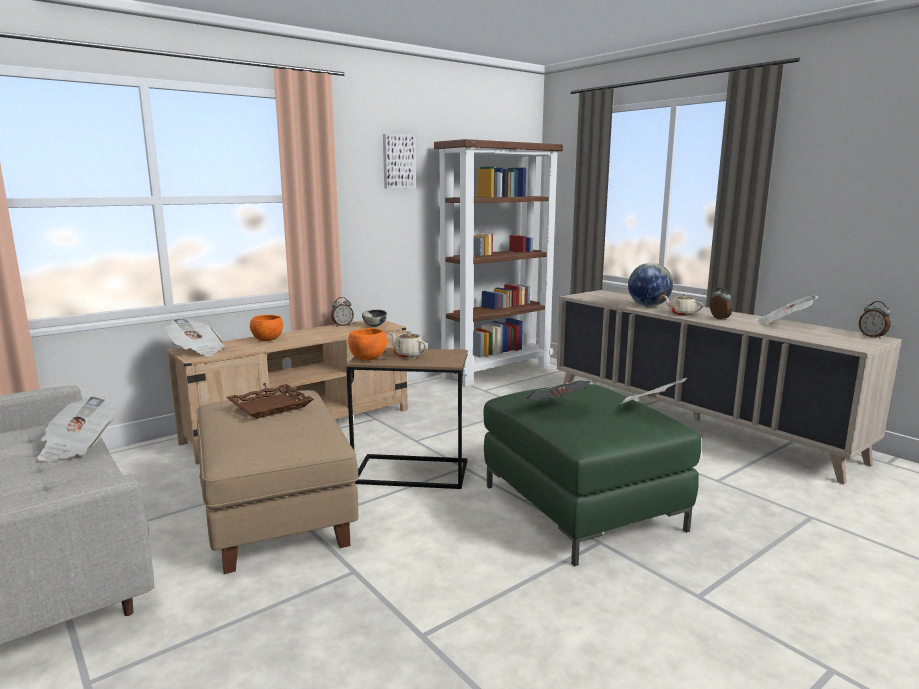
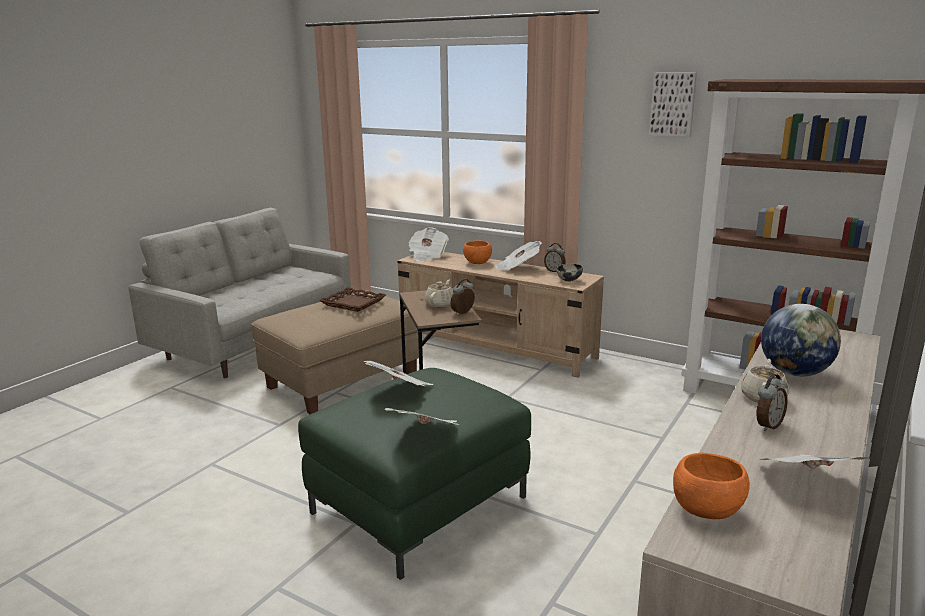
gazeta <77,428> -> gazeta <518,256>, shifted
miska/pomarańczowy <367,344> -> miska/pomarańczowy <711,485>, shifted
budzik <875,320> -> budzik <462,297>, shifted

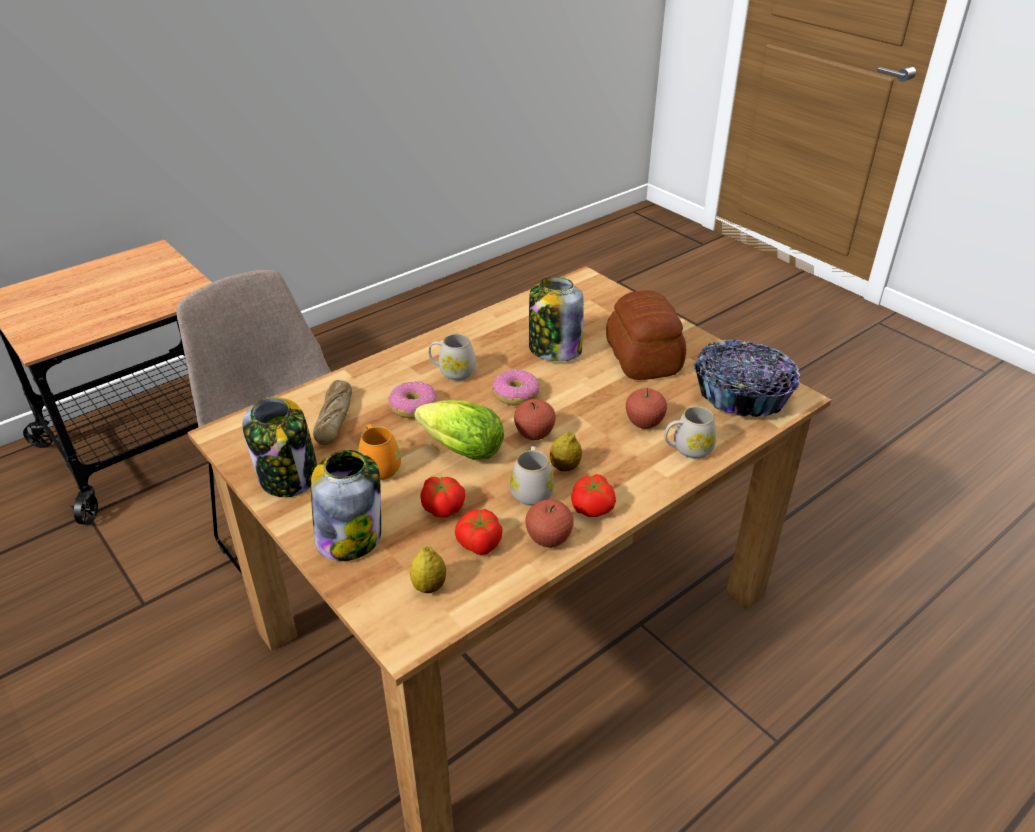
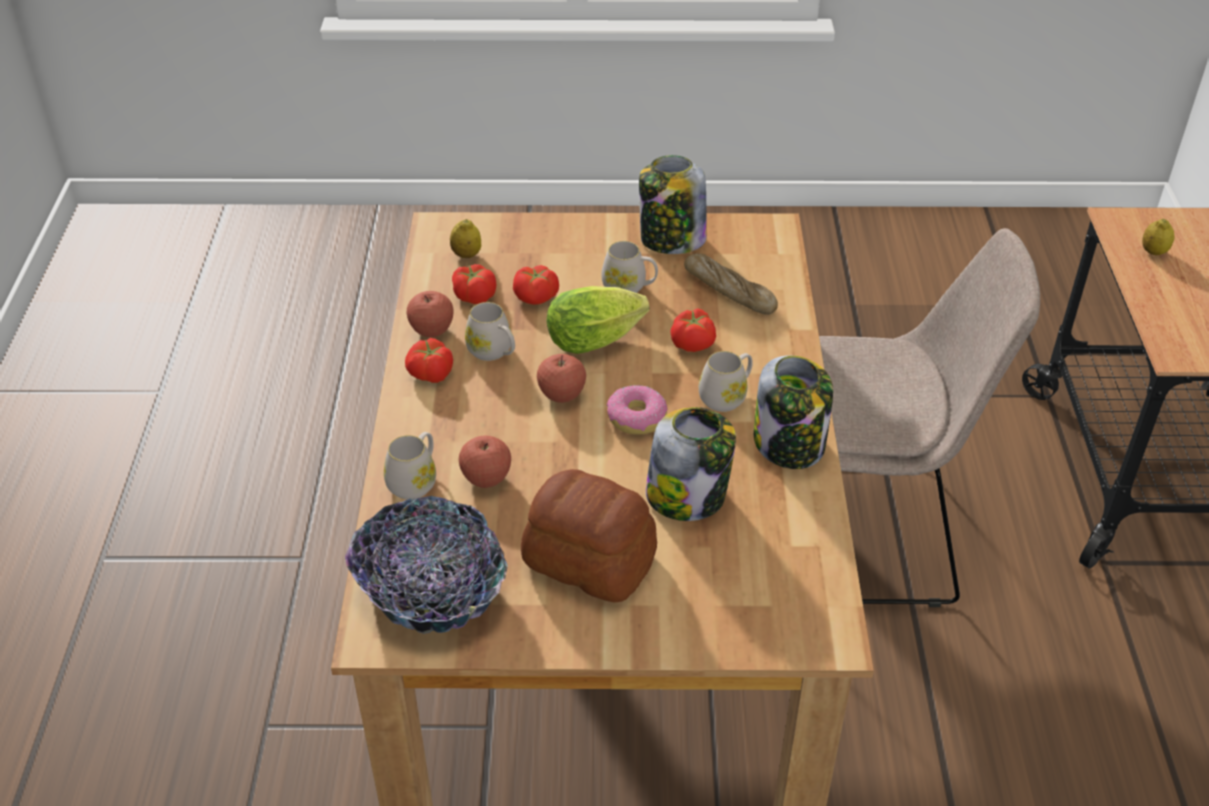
słoik <346,505> -> słoik <793,412>, shifted
cytryna <566,452> -> cytryna <1158,237>, shifted
donut <413,399> -> pomidor <693,330>
kubek/pomarańczowy <379,452> -> kubek/biały <629,267>

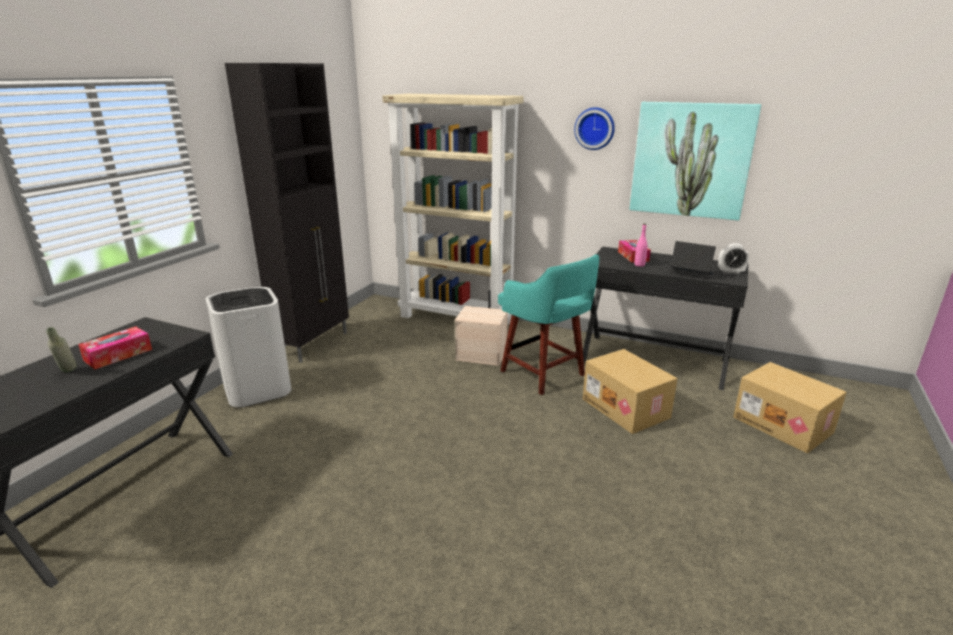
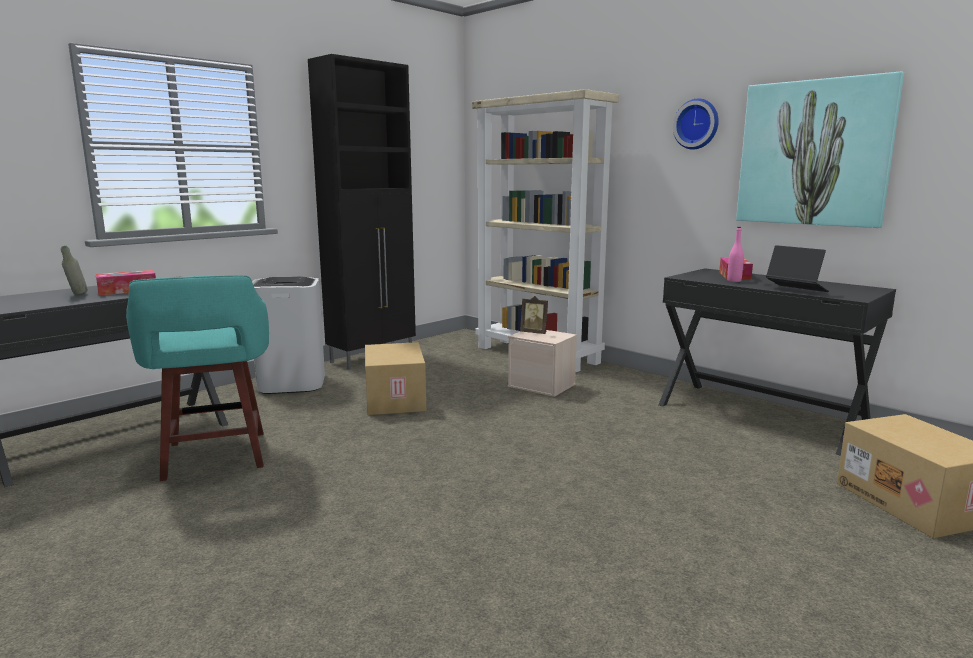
budzik <733,259> -> none
none -> ramka na zdjęcie <534,315>
stołek/turkusowy <548,325> -> stołek/turkusowy <197,378>, shifted
karton <630,391> -> karton <395,378>, shifted

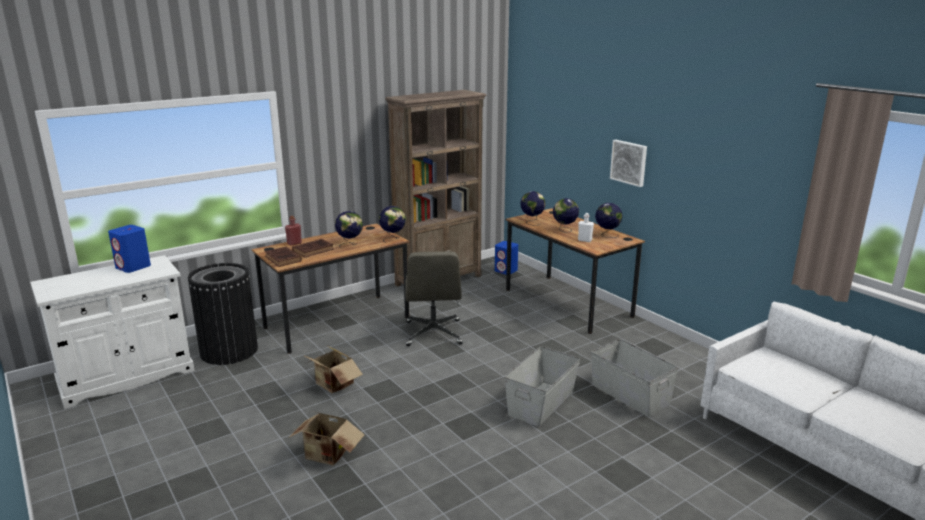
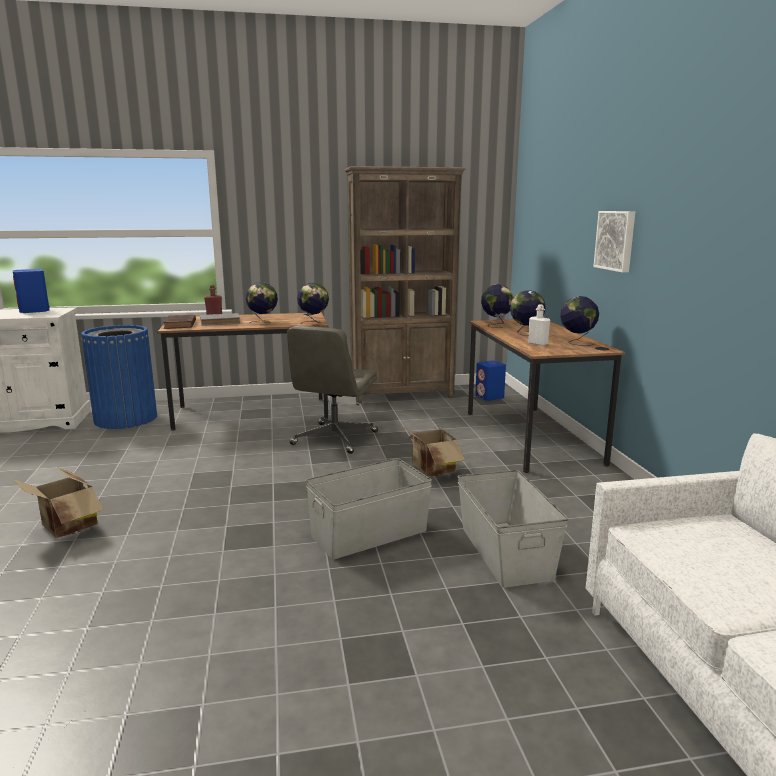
karton <333,369> -> karton <433,449>, shifted
kosz na śmieci/czarny <223,314> -> kosz na śmieci/niebieski <119,377>
książka/brązowy <313,248> -> książka/szary <220,319>

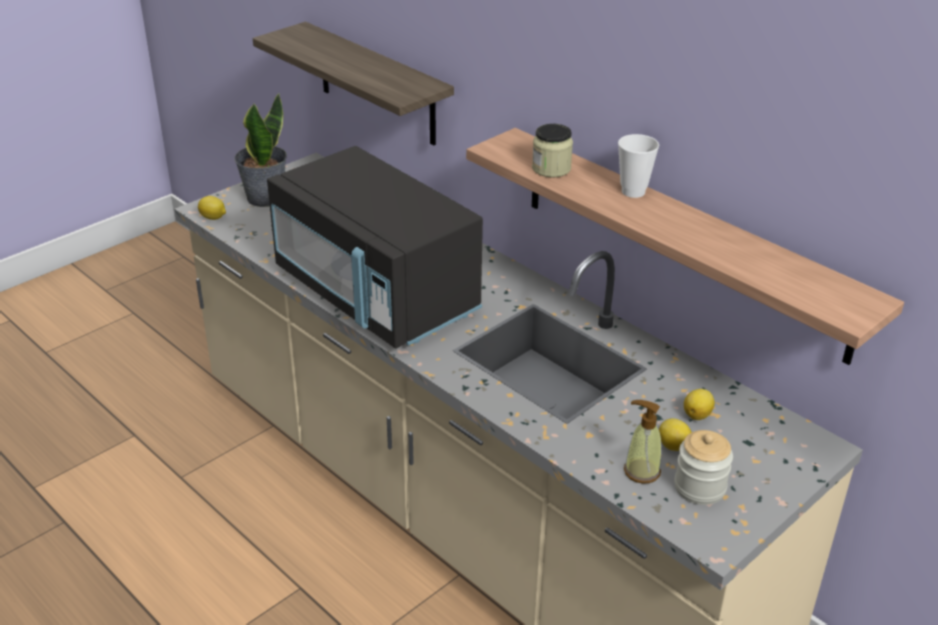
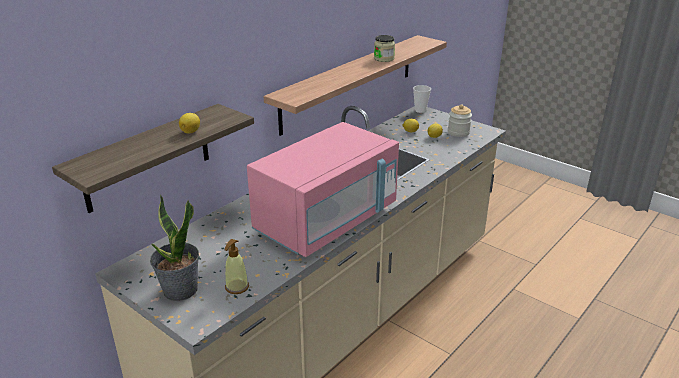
cytryna <212,208> -> cytryna <189,123>, shifted
słoik <552,150> -> słoik <384,48>, shifted
filiżanka <638,166> -> filiżanka <422,99>, shifted
dozownik mydła <643,442> -> dozownik mydła <236,266>, shifted
mikrofalówka/czarny <375,247> -> mikrofalówka/różowy <323,189>

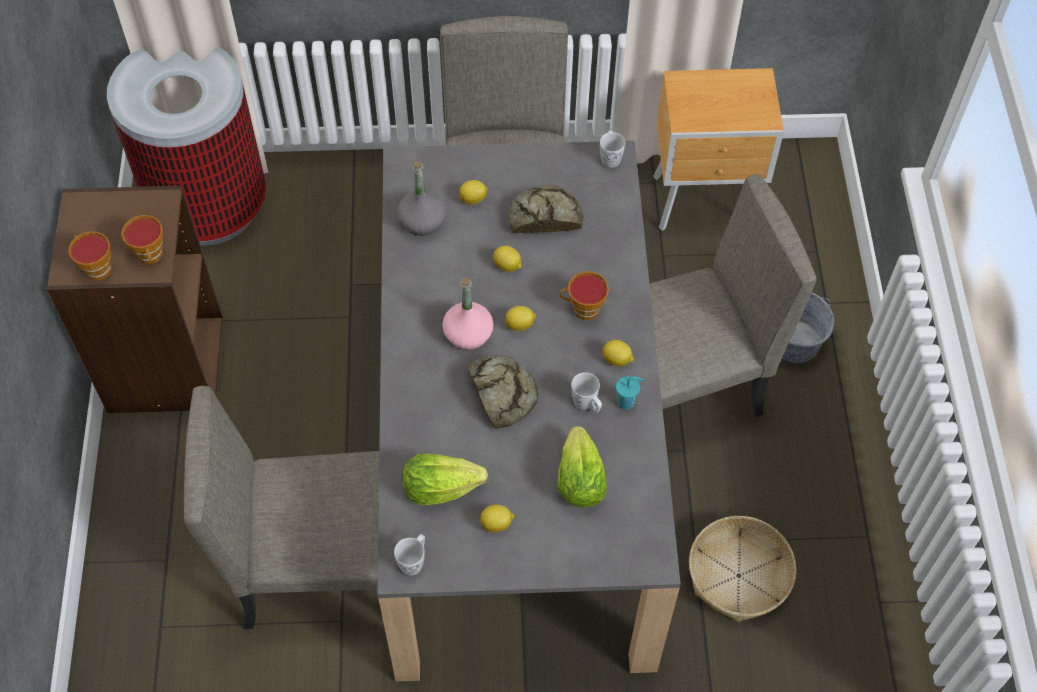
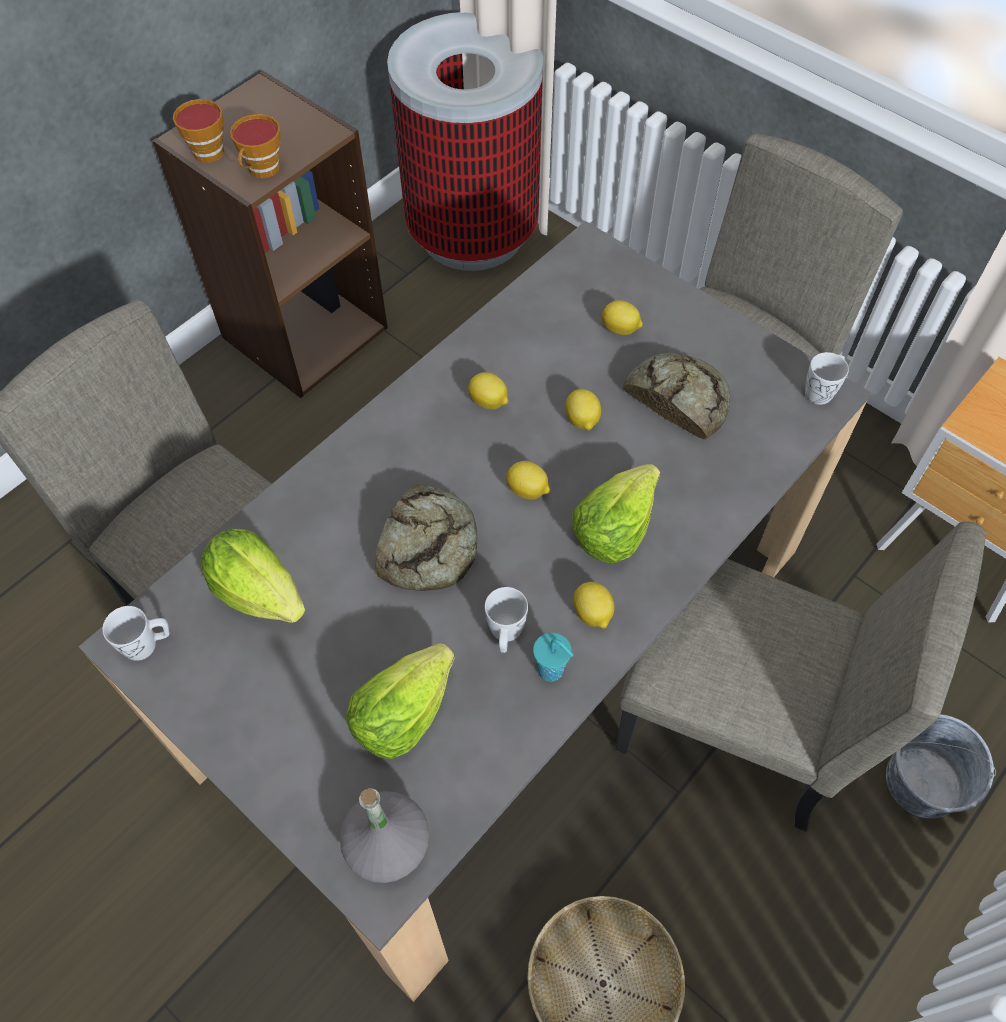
butelka/różowy <468,313> -> none
butelka/szary <421,198> -> butelka/szary <384,835>, shifted
cytryna <497,518> -> cytryna <488,390>, shifted
filiżanka <584,296> -> sałata <616,514>

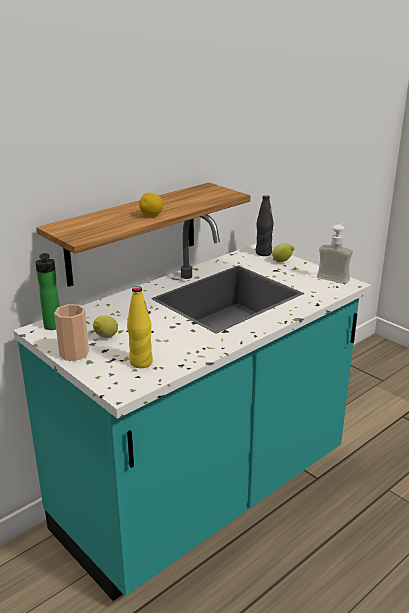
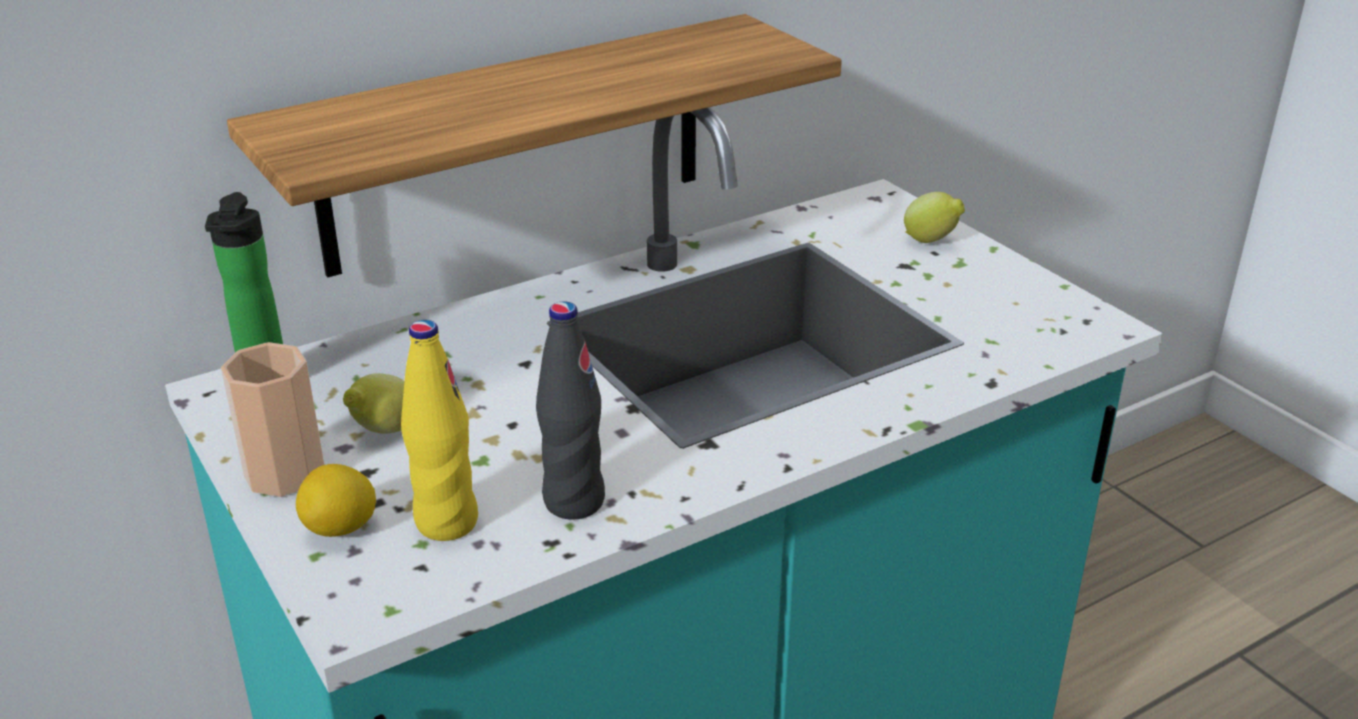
dozownik mydła <335,253> -> none
cytryna <151,204> -> cytryna <336,500>, shifted
butelka/czarny <265,225> -> butelka/czarny <570,410>, shifted

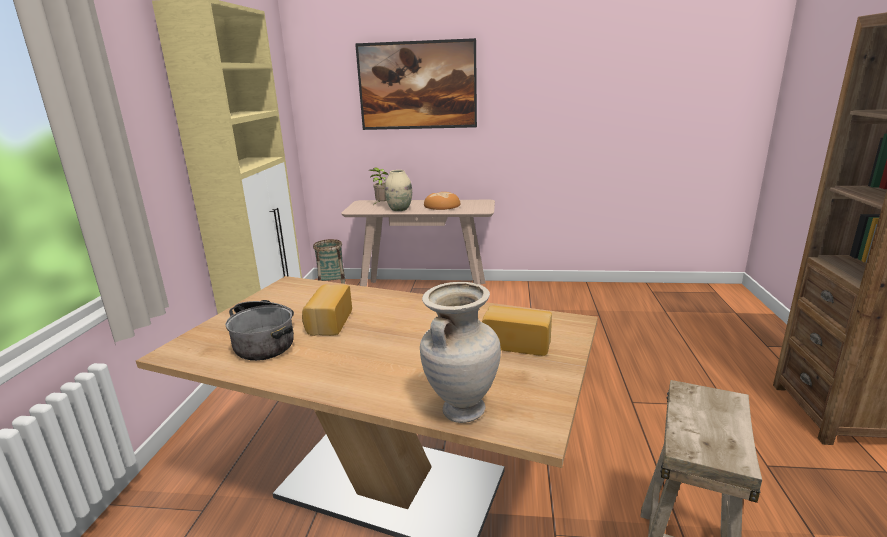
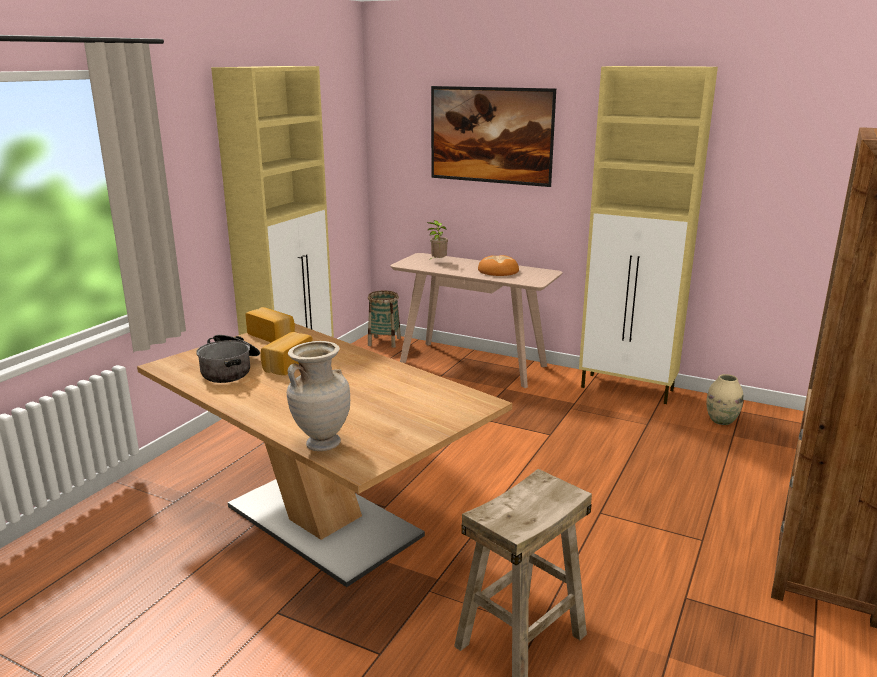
none -> szafka/beżowy <648,235>
wazon/beżowy <398,190> -> wazon/beżowy <725,399>, shifted
chleb <517,331> -> chleb <270,324>, shifted

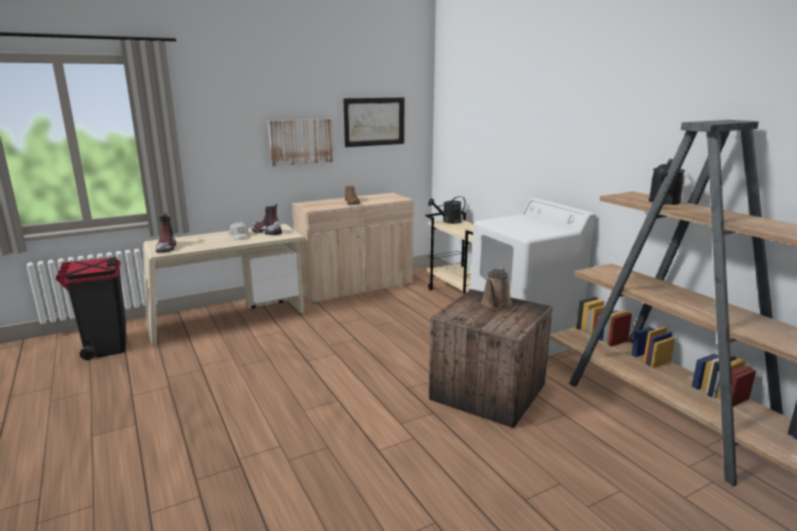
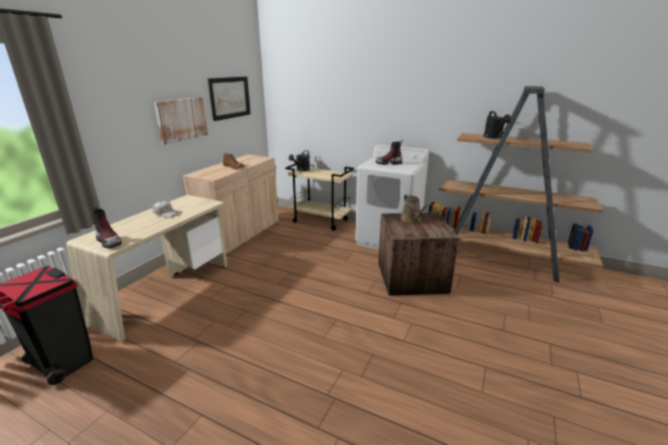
but z cholewką <267,219> -> but z cholewką <389,152>, shifted

